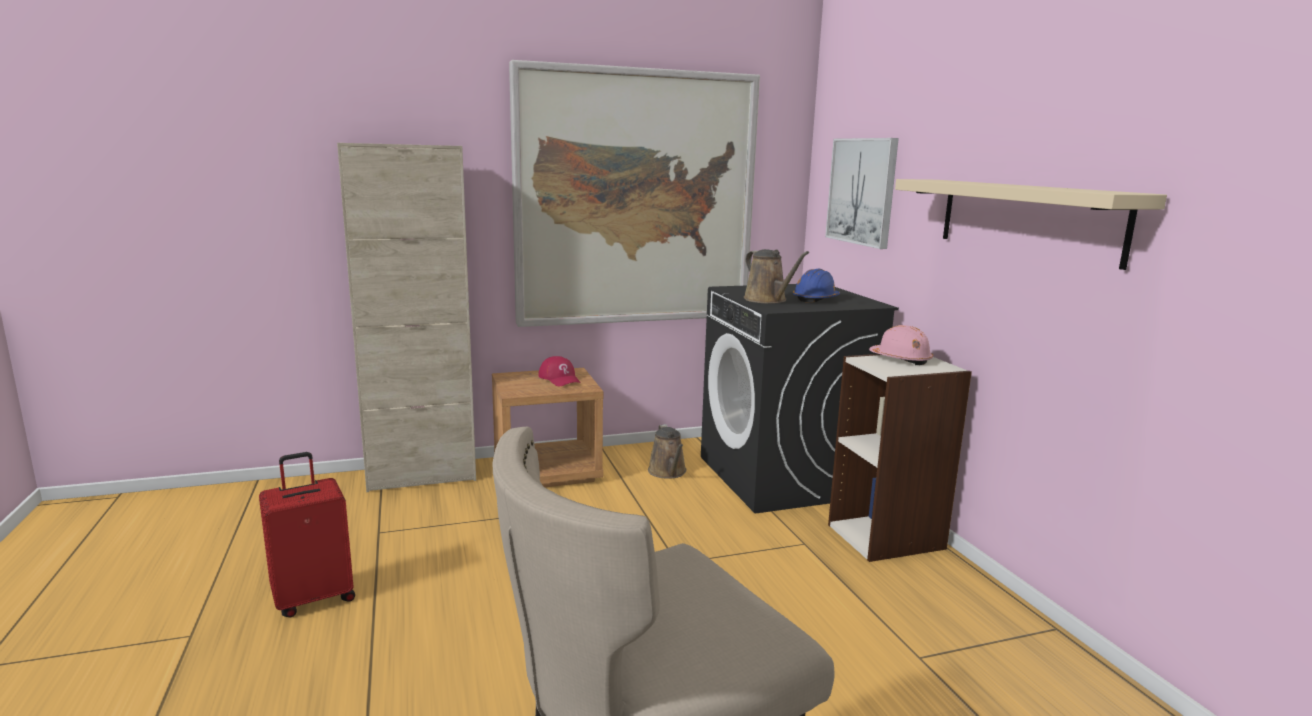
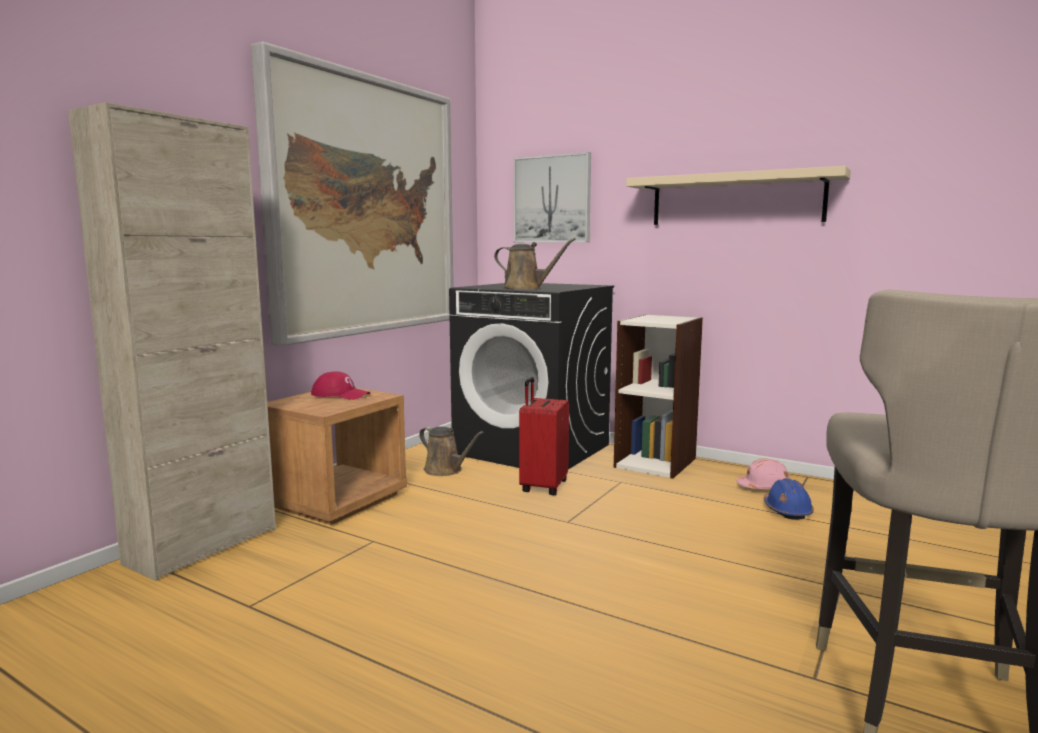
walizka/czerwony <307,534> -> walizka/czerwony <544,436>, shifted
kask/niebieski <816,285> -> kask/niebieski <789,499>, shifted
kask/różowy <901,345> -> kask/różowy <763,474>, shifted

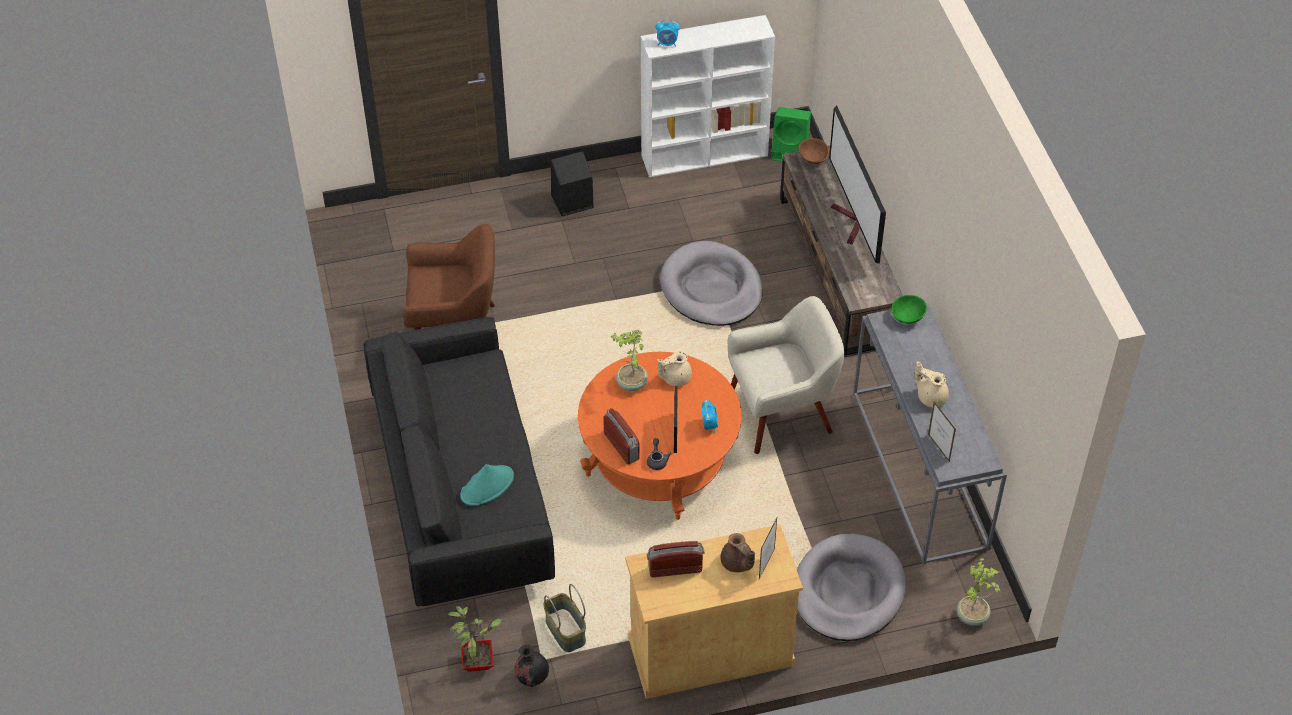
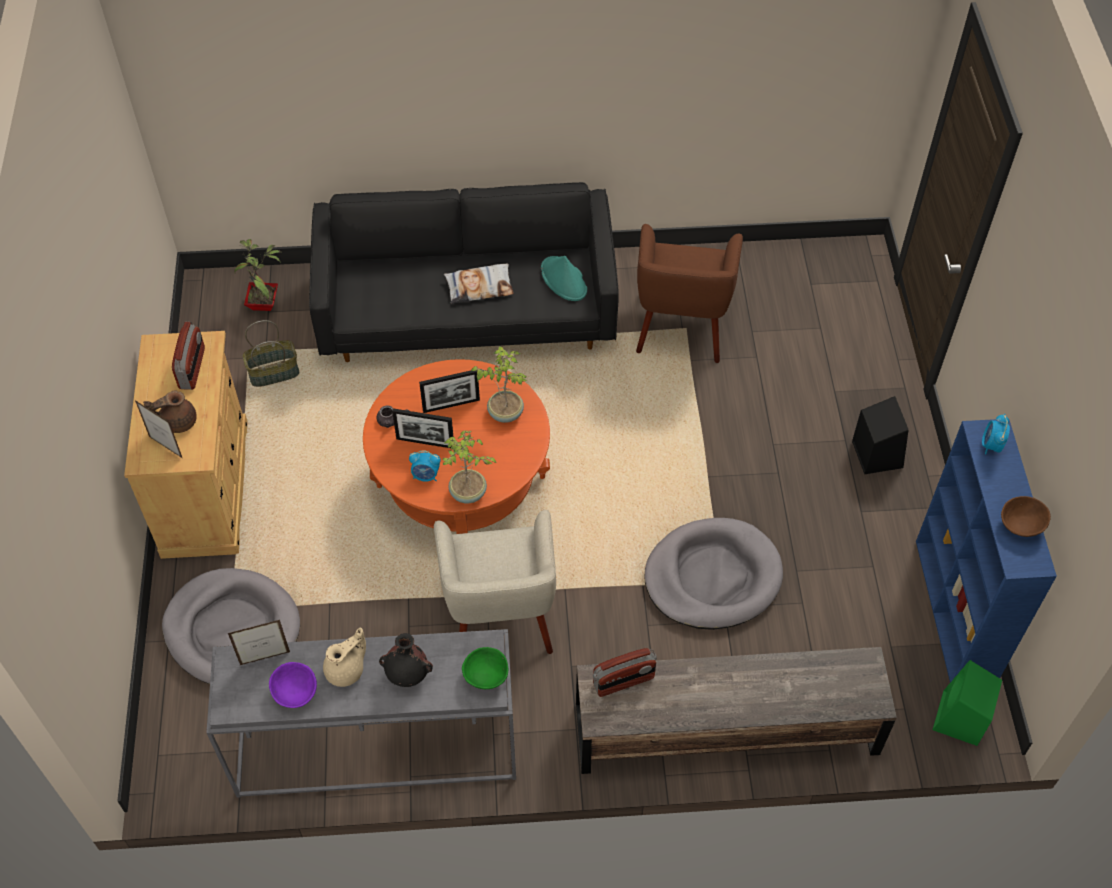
imbryk/beżowy <674,368> -> none
telewizor <857,185> -> none
none -> miska/fioletowy <293,685>
none -> ramka na zdjęcie <449,391>
none -> poduszka <479,284>
kapelusz/turkusowy <487,485> -> kapelusz/turkusowy <564,278>, shifted
wazon/czarny <532,666> -> wazon/czarny <406,660>, shifted
radio <621,436> -> radio <625,672>, shifted
miska/brązowy <813,151> -> miska/brązowy <1026,516>, shifted
roślina doniczkowa <979,592> -> roślina doniczkowa <469,466>, shifted
regał/biały <708,96> -> regał/niebieski <986,550>

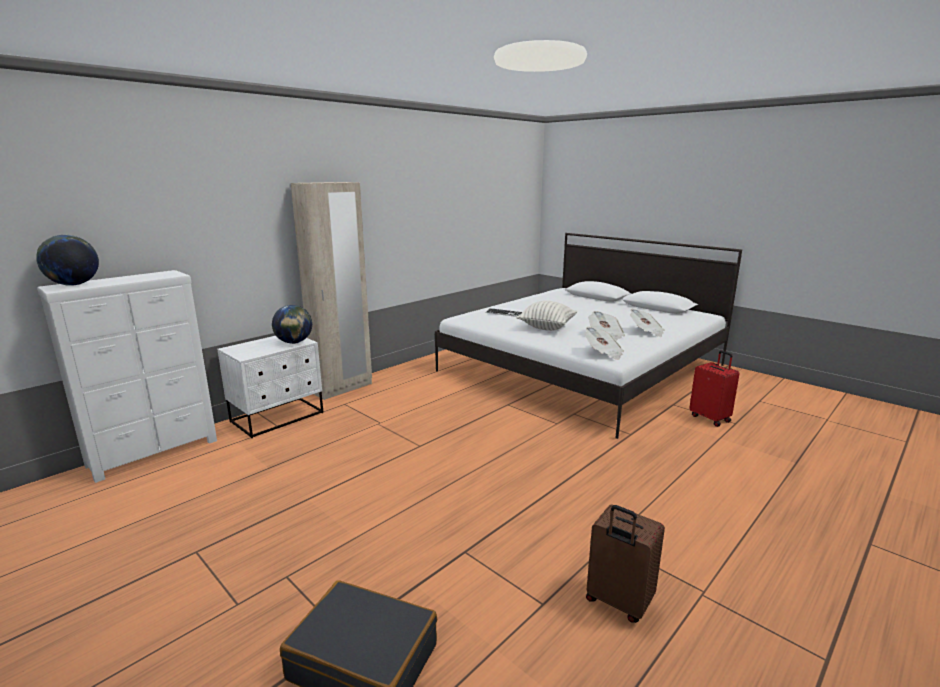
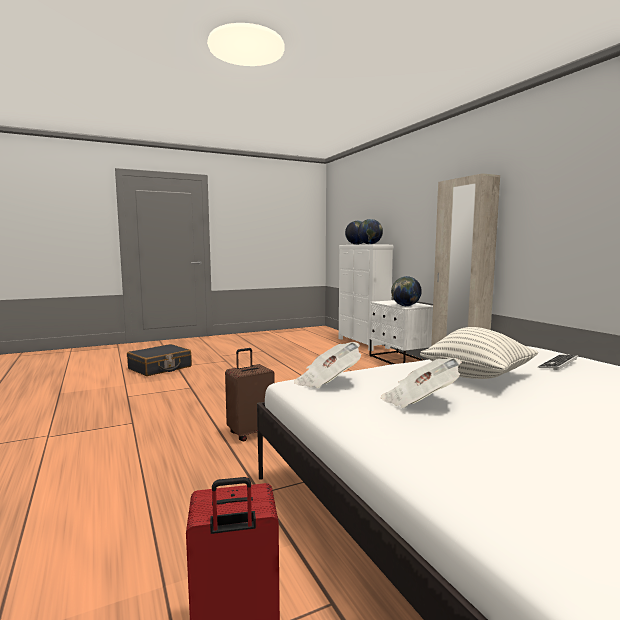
gazeta <647,323> -> none
none -> globus <370,232>
walizka/brązowy <625,564> -> walizka/brązowy <250,395>, shifted

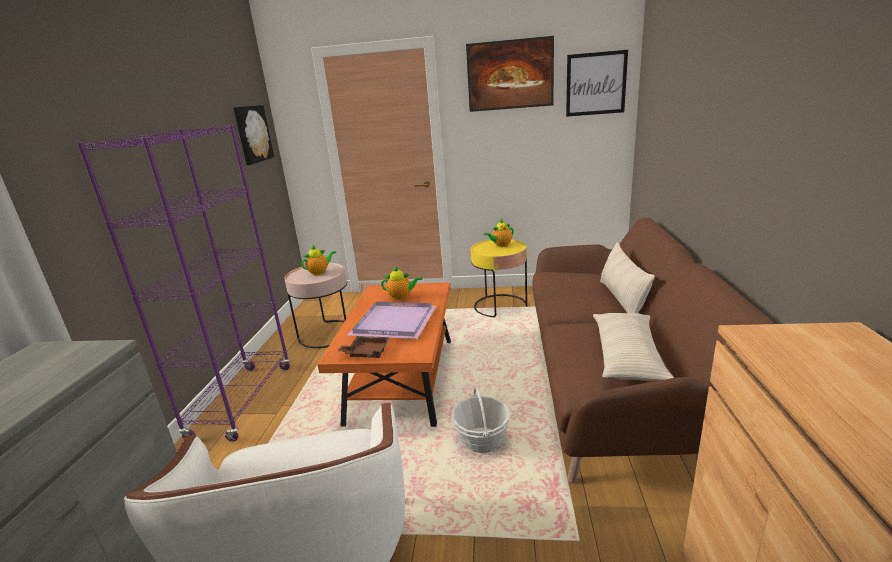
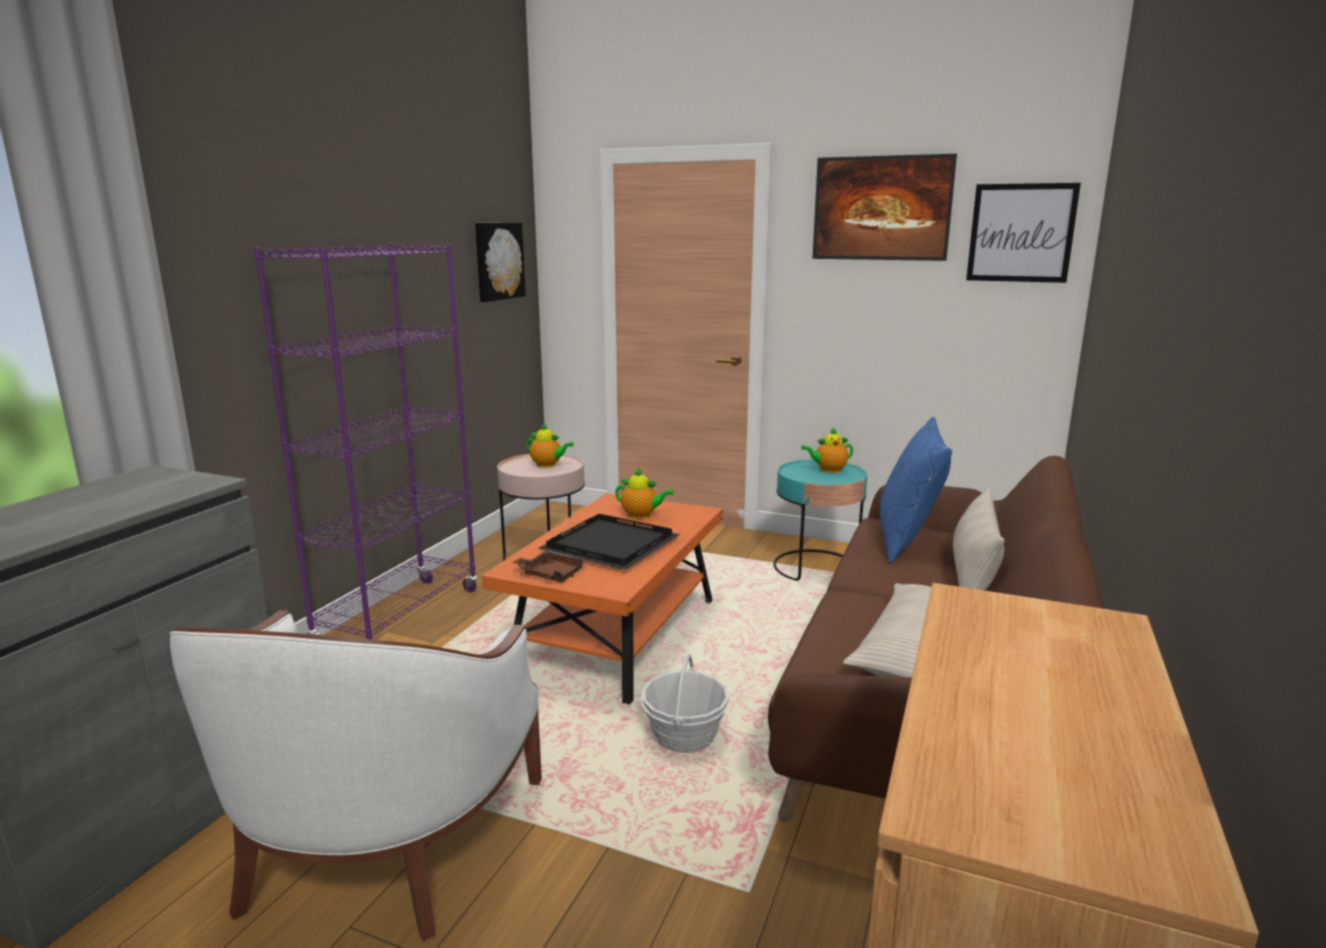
none -> poduszka/niebieski <915,490>
taca/fioletowy <392,320> -> taca/czarny <609,542>
stolik/żółty <499,278> -> stolik/turkusowy <820,520>
imbryk <319,260> -> imbryk <550,445>, 45 degrees clockwise

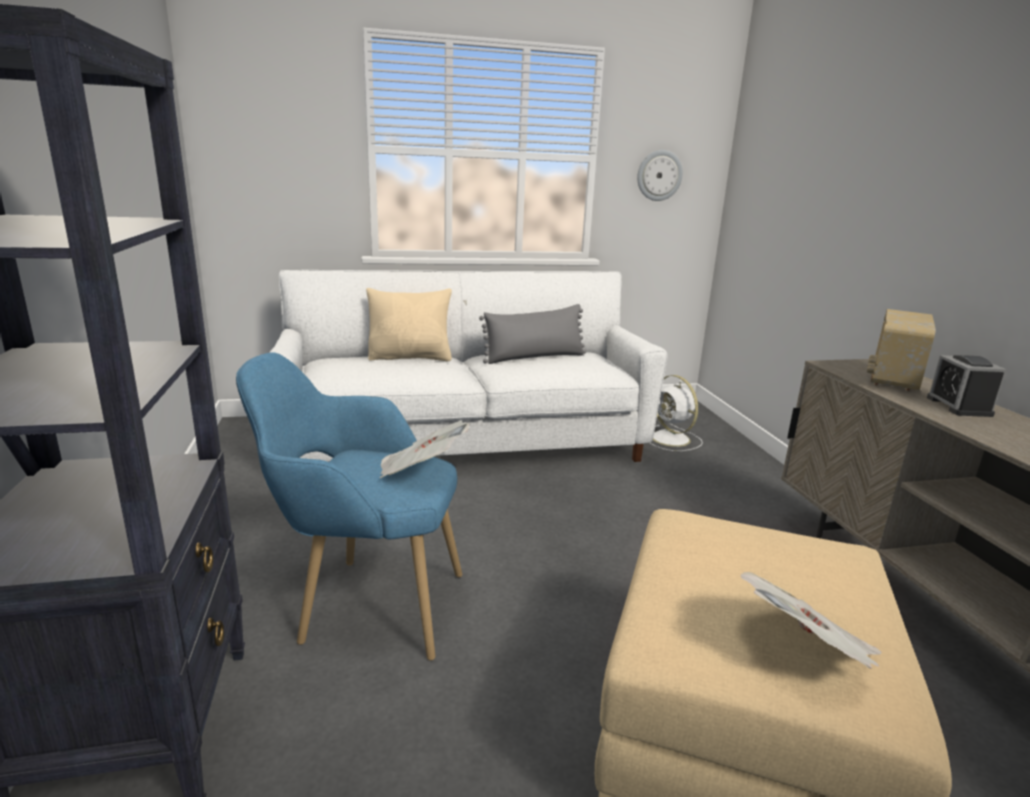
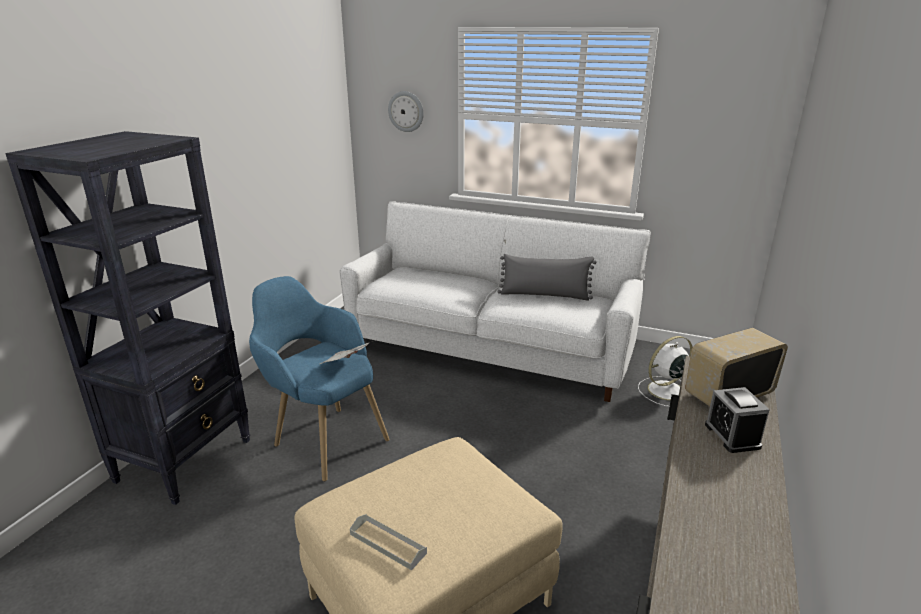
poduszka/beżowy <409,324> -> none
zegar ścienny <660,175> -> zegar ścienny <406,111>, shifted
gazeta <811,620> -> taca/szary <388,542>
wentylator/biały <676,413> -> wentylator/biały <665,371>, 60 degrees clockwise
budzik <967,386> -> budzik <737,420>, 45 degrees counterclockwise

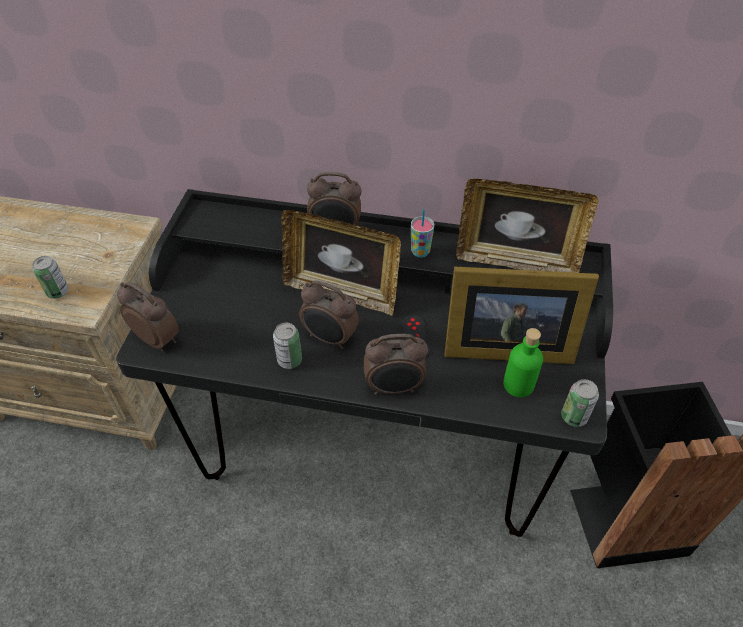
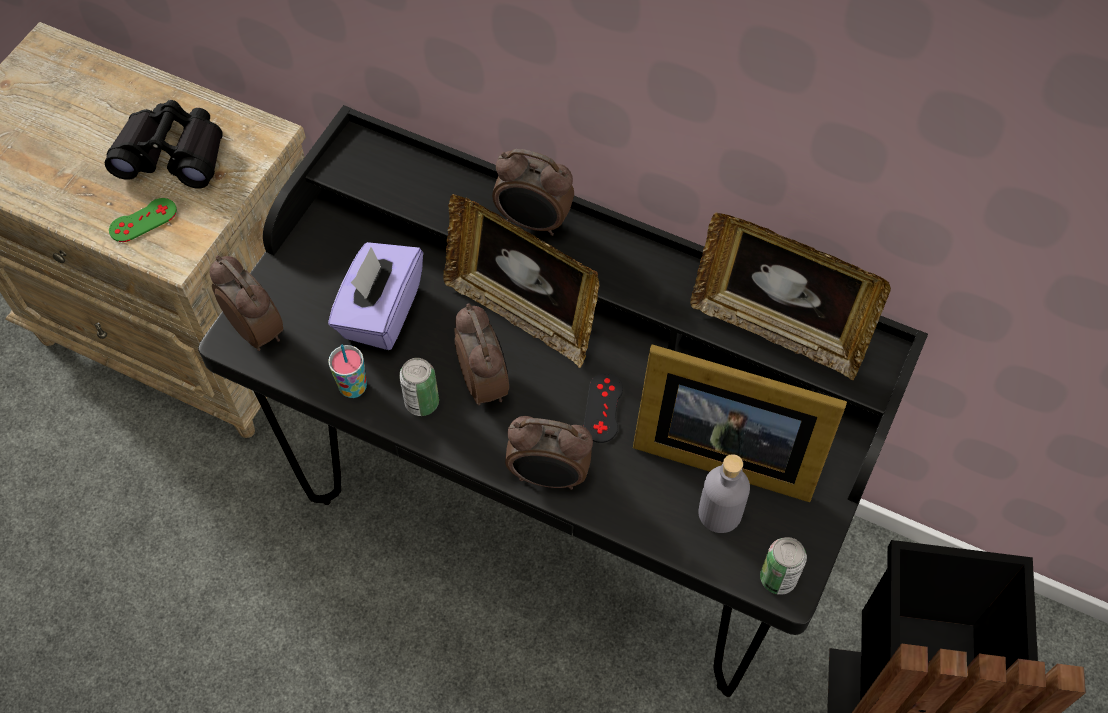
none -> lornetka/czarny <164,144>
none -> pudełko chusteczek/fioletowy <375,296>
filiżanka <423,233> -> filiżanka <347,371>, shifted
puszka <50,277> -> pad do gier/zielony <143,220>
butelka/zielony <523,362> -> butelka/szary <724,493>
budzik <329,315> -> budzik <481,354>, 150 degrees counterclockwise

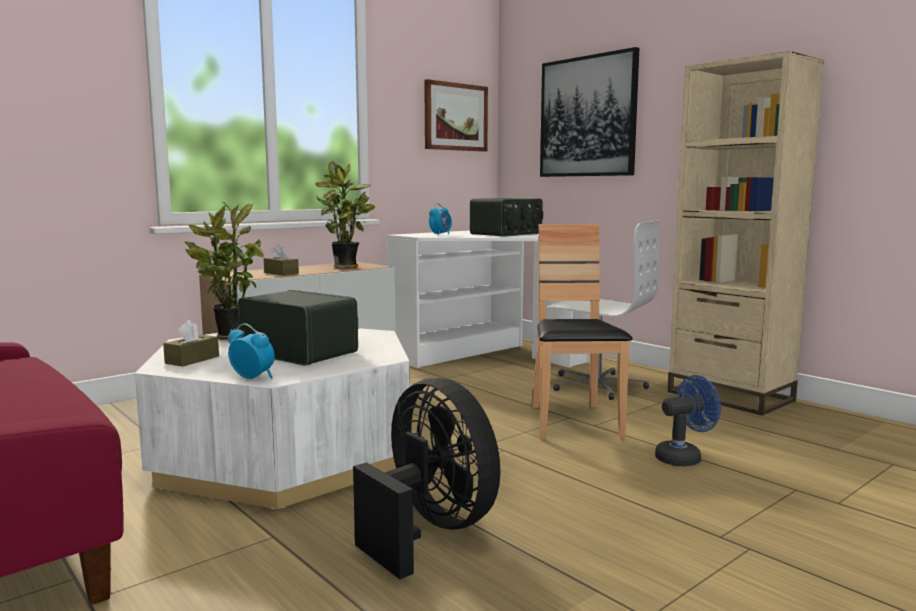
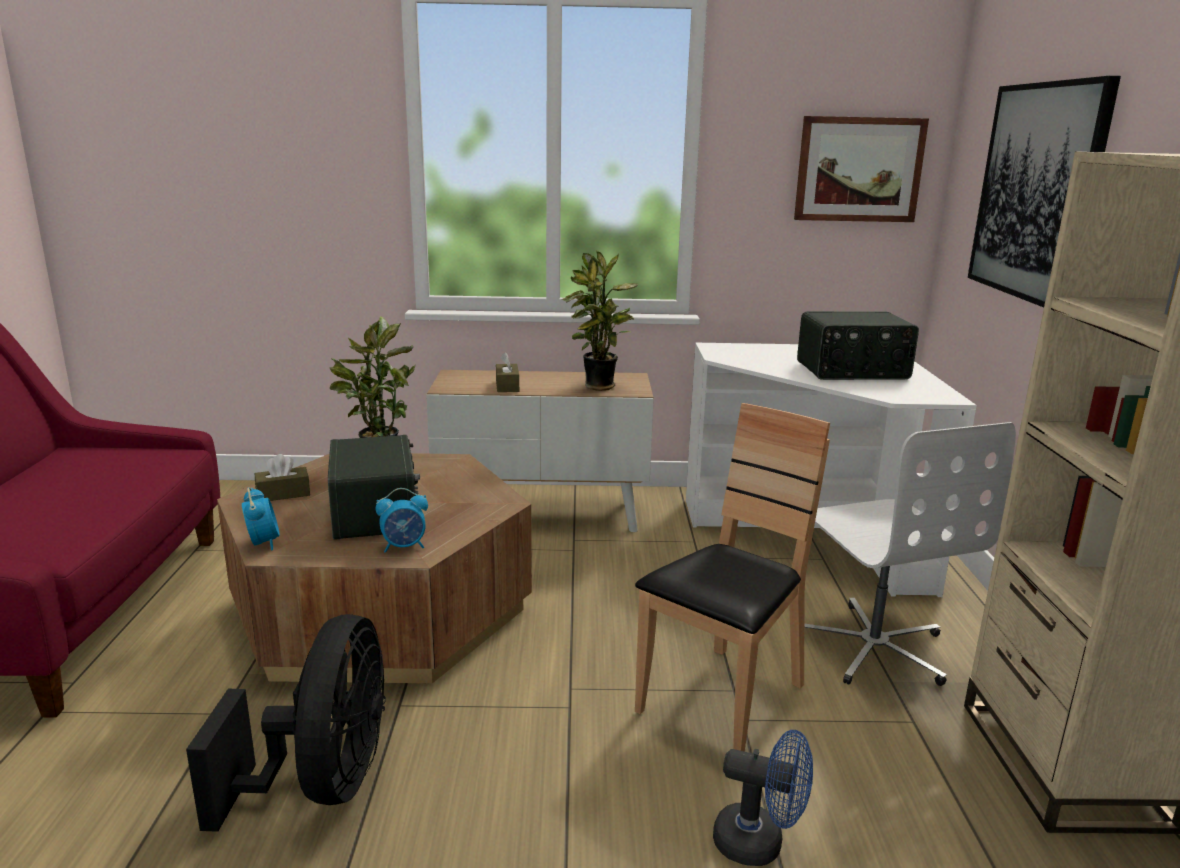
budzik <440,219> -> budzik <401,520>, shifted
ława/biały <272,418> -> ława/brązowy <374,568>

